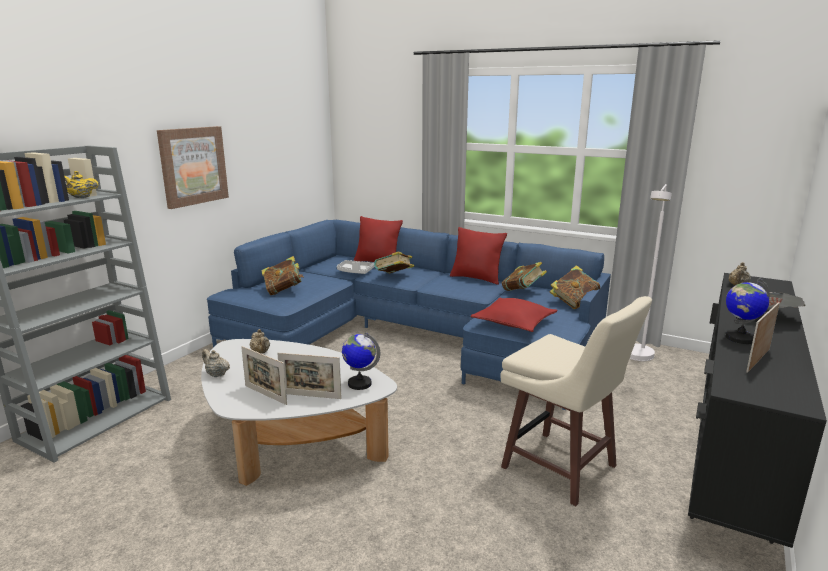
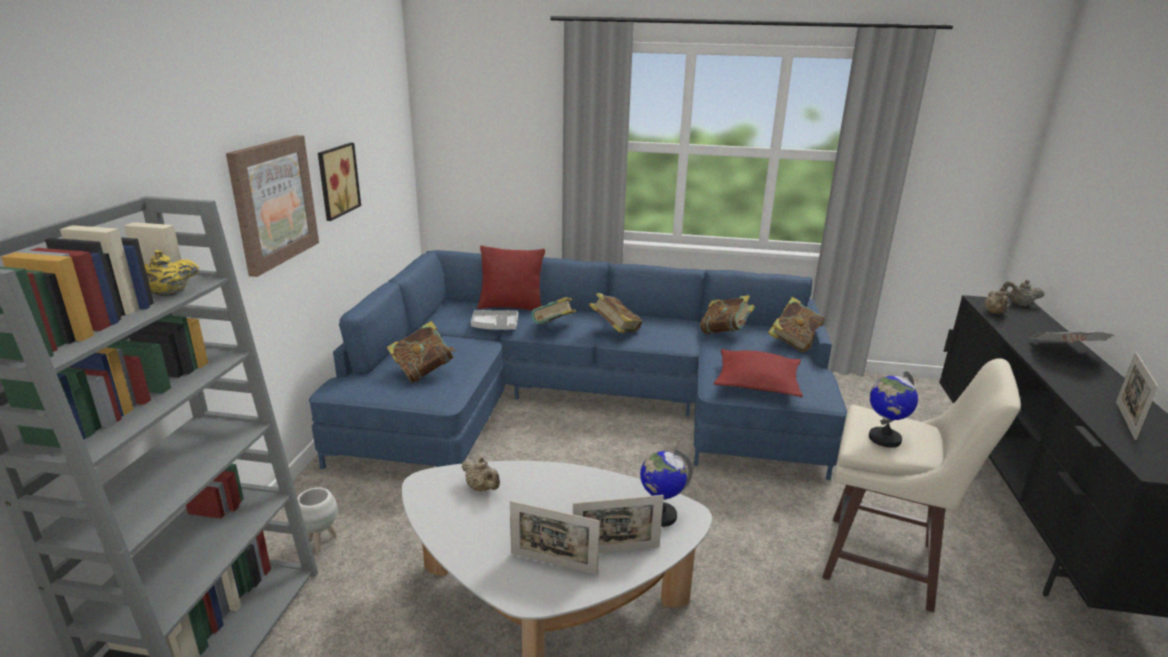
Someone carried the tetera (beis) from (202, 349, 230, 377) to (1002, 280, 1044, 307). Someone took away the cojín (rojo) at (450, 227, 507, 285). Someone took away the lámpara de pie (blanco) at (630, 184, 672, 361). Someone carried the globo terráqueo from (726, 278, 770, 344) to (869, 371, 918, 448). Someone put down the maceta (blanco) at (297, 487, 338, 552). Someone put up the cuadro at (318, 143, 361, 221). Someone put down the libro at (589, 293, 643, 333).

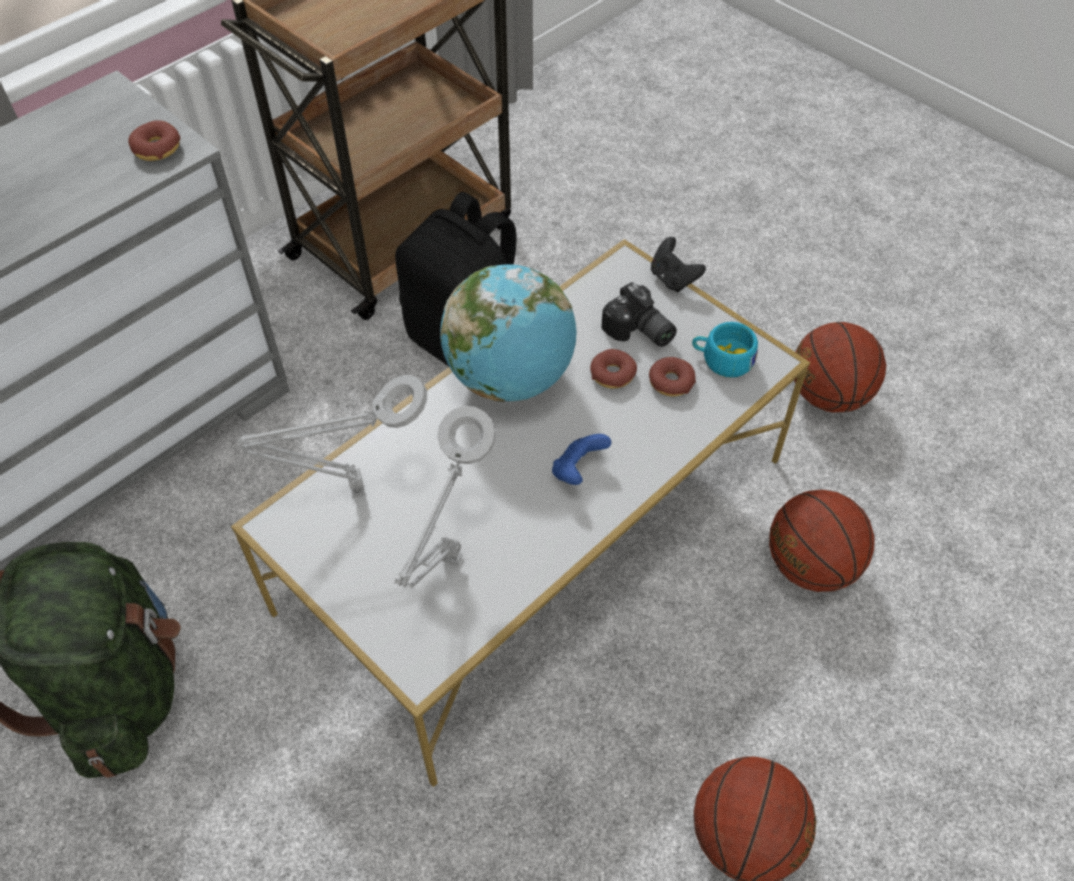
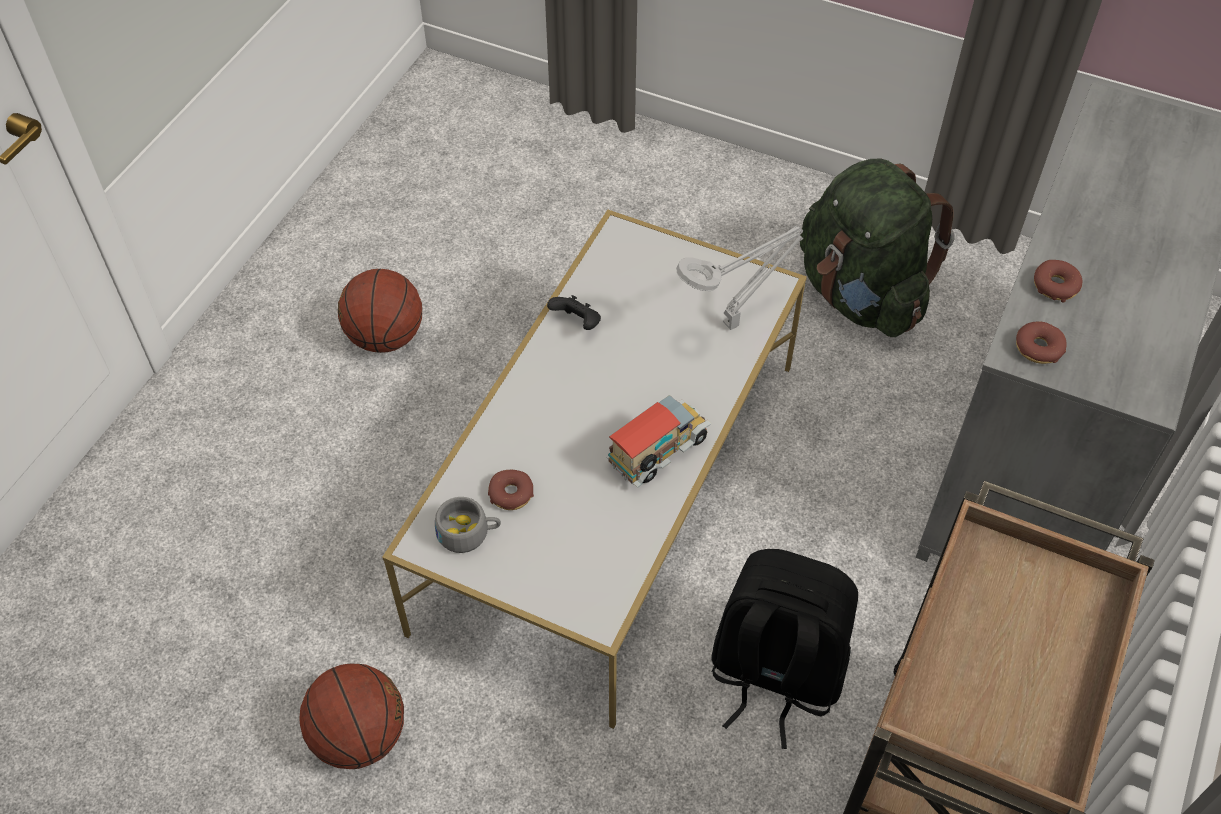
Someone took away the lámpara de mesa (gris) at (394, 406, 496, 588). Someone swapped the globo terráqueo at (440, 264, 577, 402) for the camión de juguete at (606, 395, 712, 488). Someone took away the mando de consola (azul) at (552, 434, 611, 485). Someone carried the rosquilla from (590, 349, 637, 389) to (1034, 260, 1082, 303). Someone took away the cámara at (601, 282, 677, 347). Someone carried the mando de consola (negro) from (651, 237, 706, 292) to (547, 295, 601, 330). Someone repainted the taza (turquesa) at (692, 322, 758, 377), which became the taza (gris) at (435, 497, 501, 553). Someone took away the balón de baloncesto at (769, 490, 874, 592).

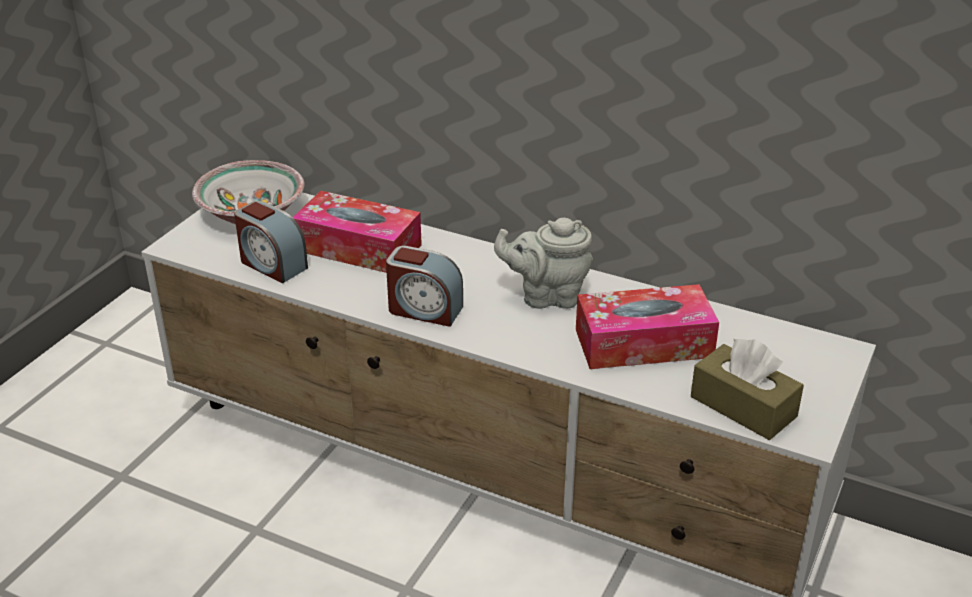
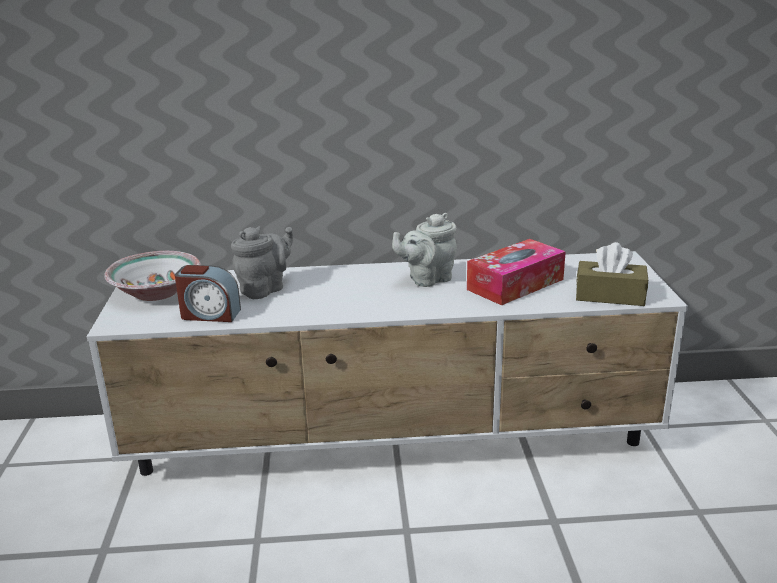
Someone swapped the caja de pañuelos at (293, 191, 422, 273) for the tetera (gris) at (231, 226, 293, 299). Someone took away the despertador at (386, 246, 463, 327).

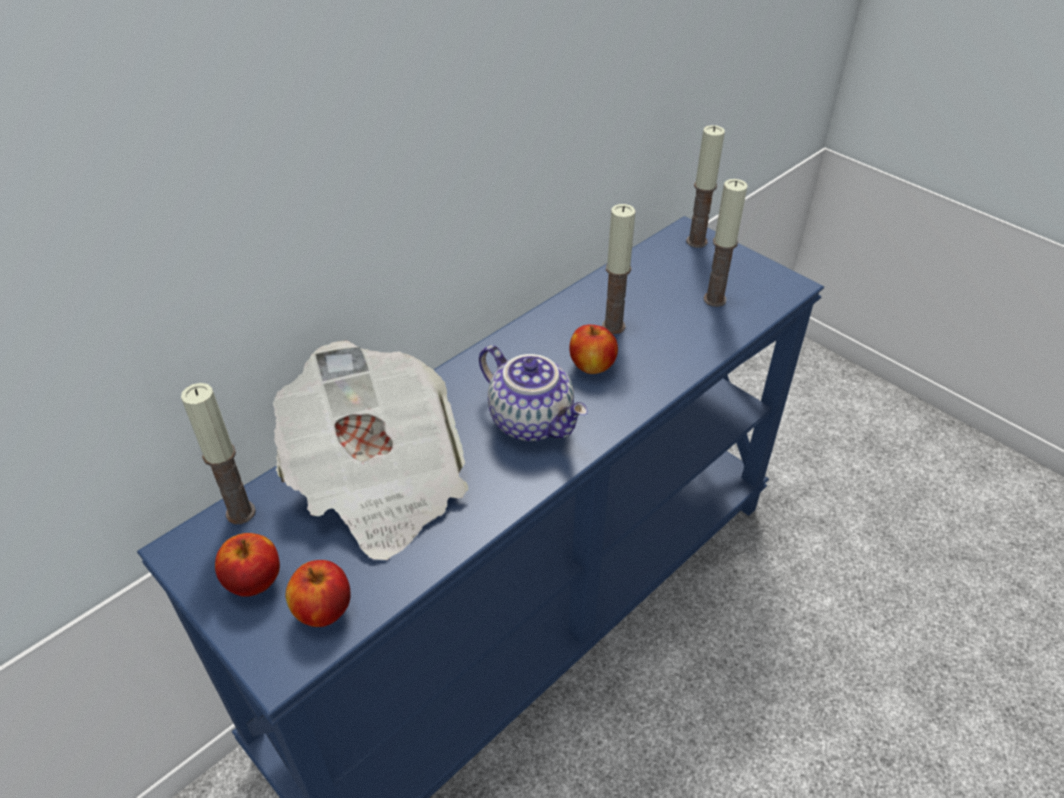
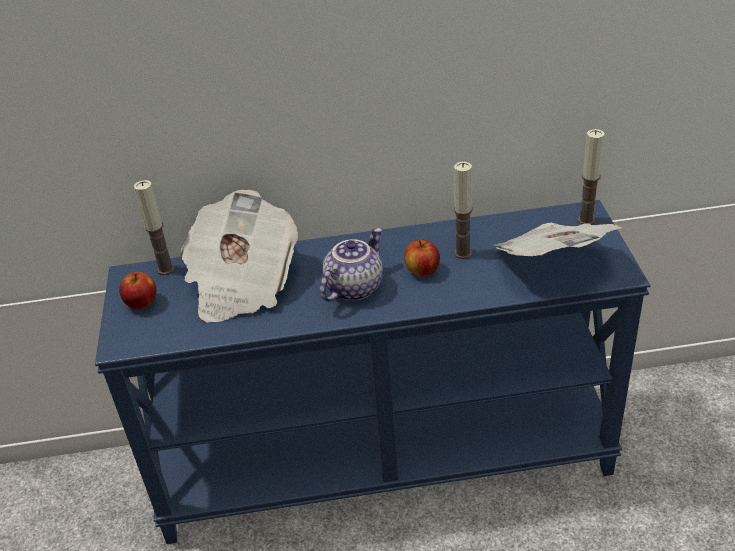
Someone took away the manzana at (286, 560, 351, 627). Someone rotated the tetera at (479, 345, 588, 441) by 135 degrees counterclockwise. Someone swapped the vela at (704, 179, 748, 307) for the periódico at (494, 223, 622, 256).

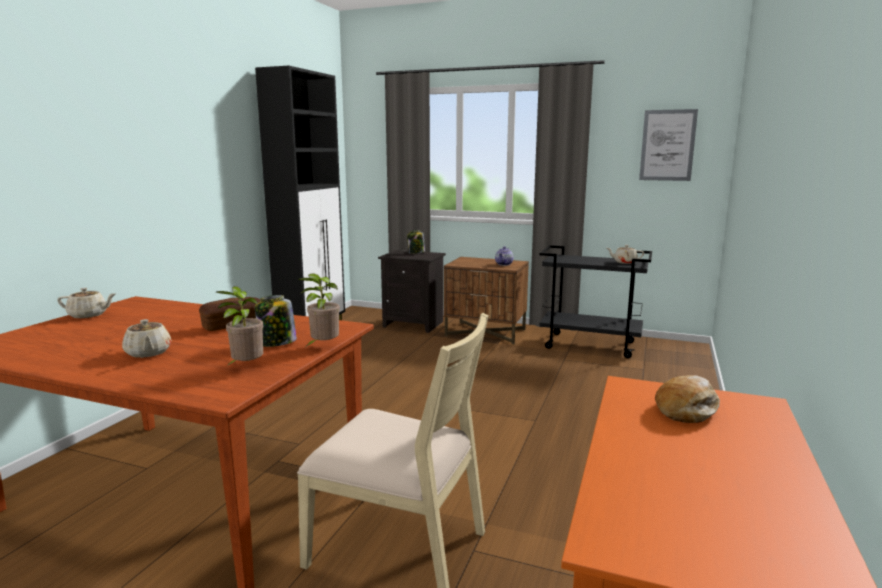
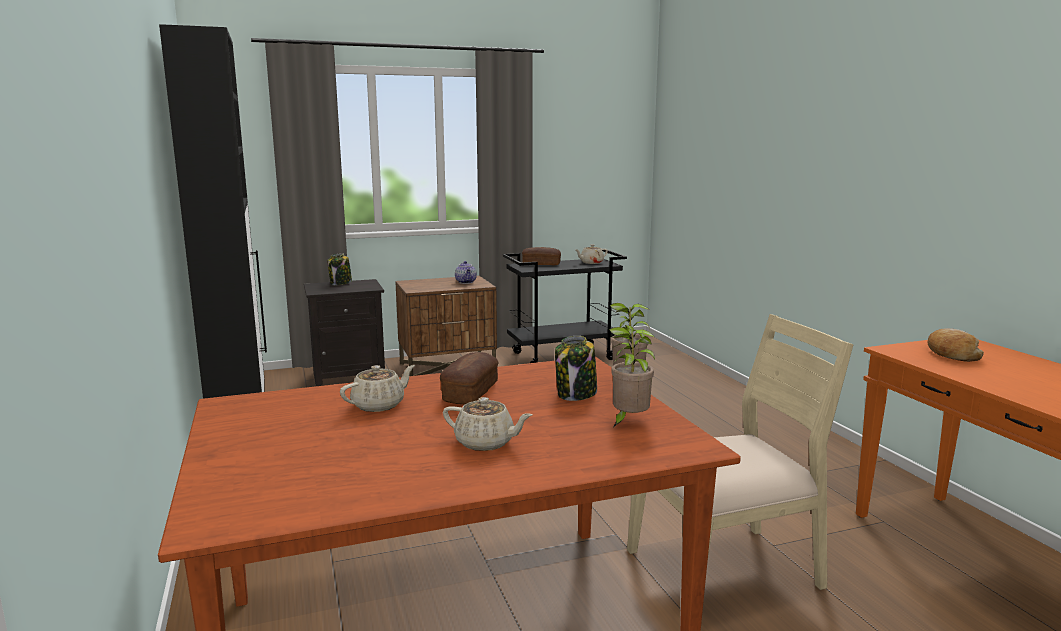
Someone carried the tetera (beis) from (57, 288, 116, 318) to (340, 365, 415, 412). Someone took away the cuadro at (639, 109, 698, 181). Someone put down the pan at (522, 247, 561, 265).

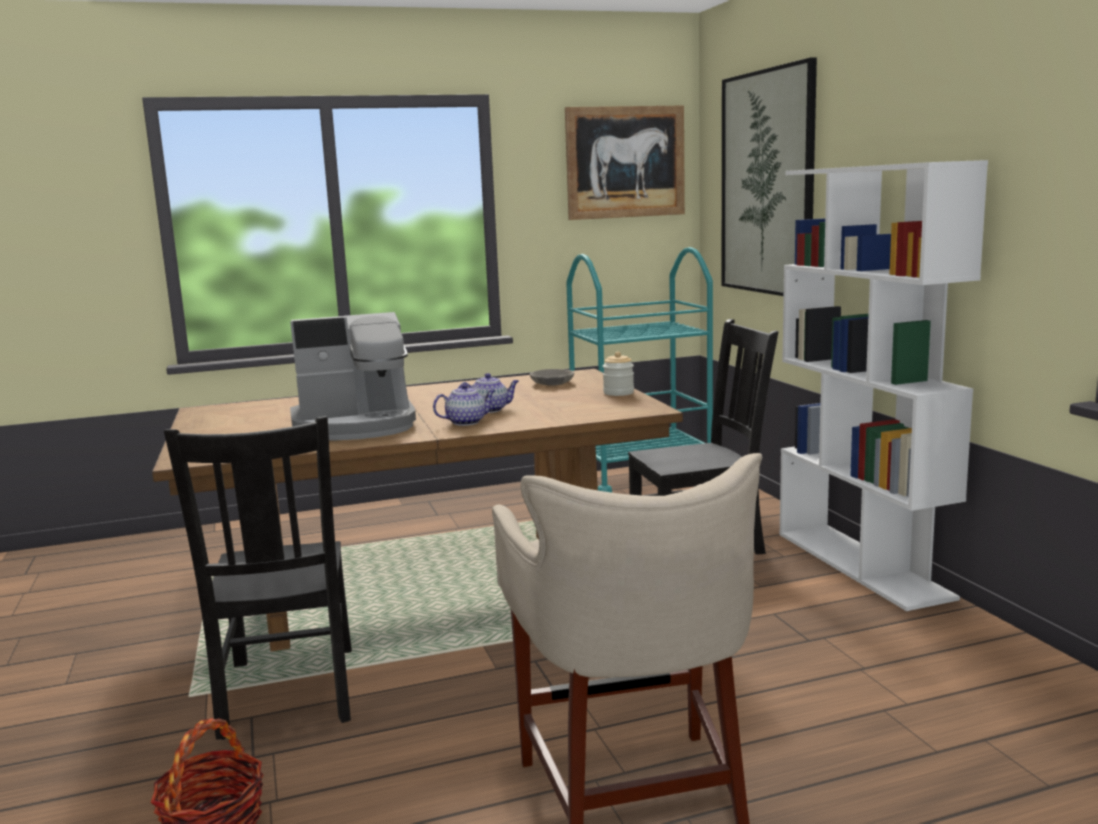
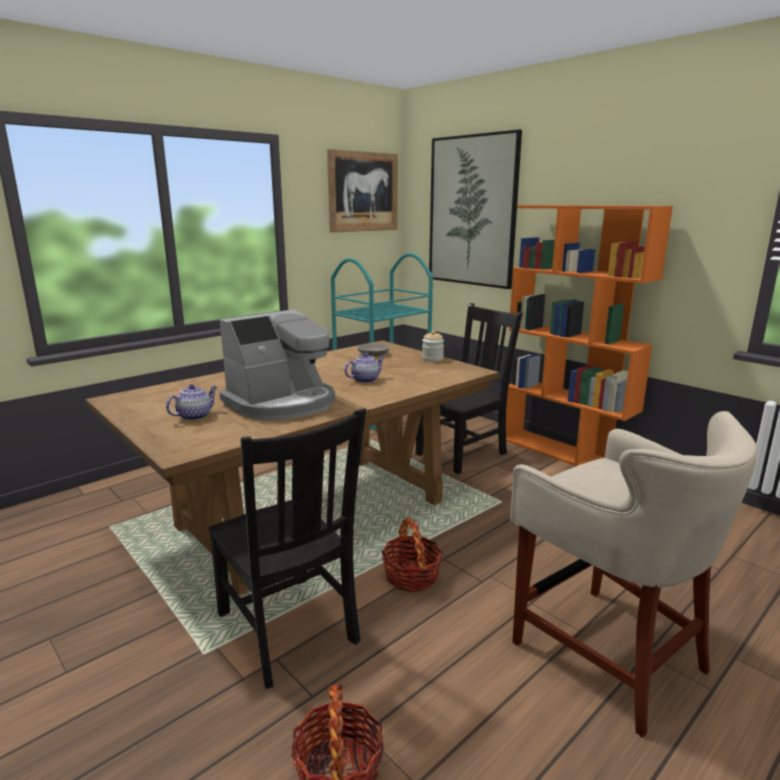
Someone carried the tetera from (433, 384, 496, 426) to (166, 384, 217, 421). Someone repainted the estantería (blanco) at (779, 160, 988, 611), which became the estantería (naranja) at (506, 205, 673, 466). Someone put down the cesta at (381, 517, 443, 592).

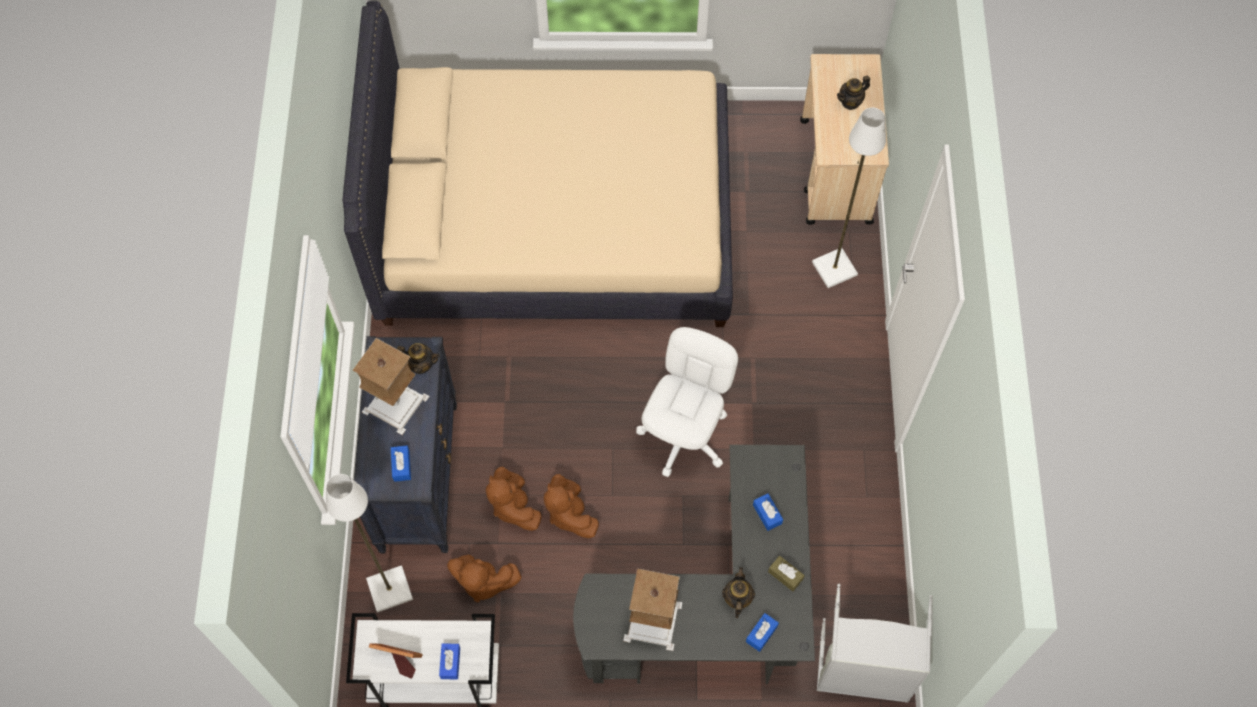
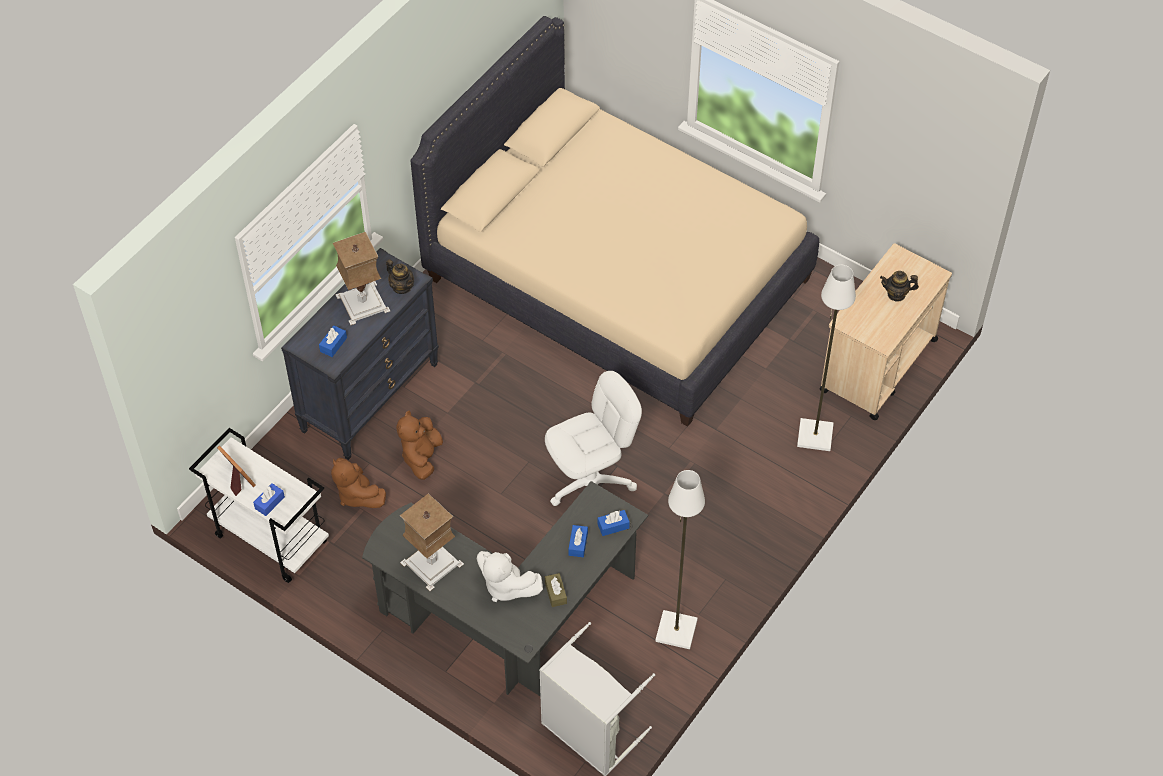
Someone carried the lámpara de pie (blanco) from (326, 474, 413, 612) to (655, 470, 705, 649). Someone took away the peluche (marrón) at (544, 474, 599, 538). Someone swapped the tetera at (722, 567, 755, 618) for the peluche (blanco) at (477, 551, 543, 602). Someone carried the caja de pañuelos (azul) from (746, 613, 779, 652) to (598, 510, 630, 536).

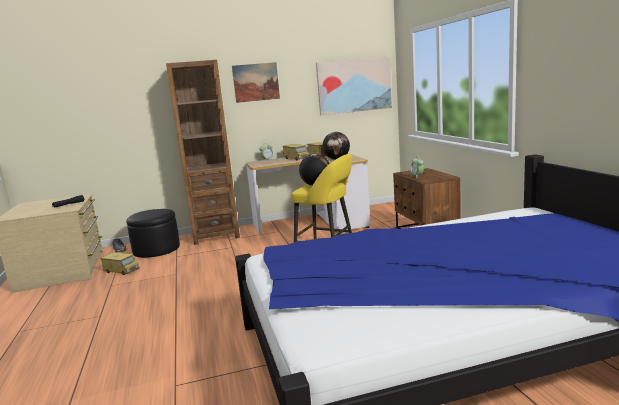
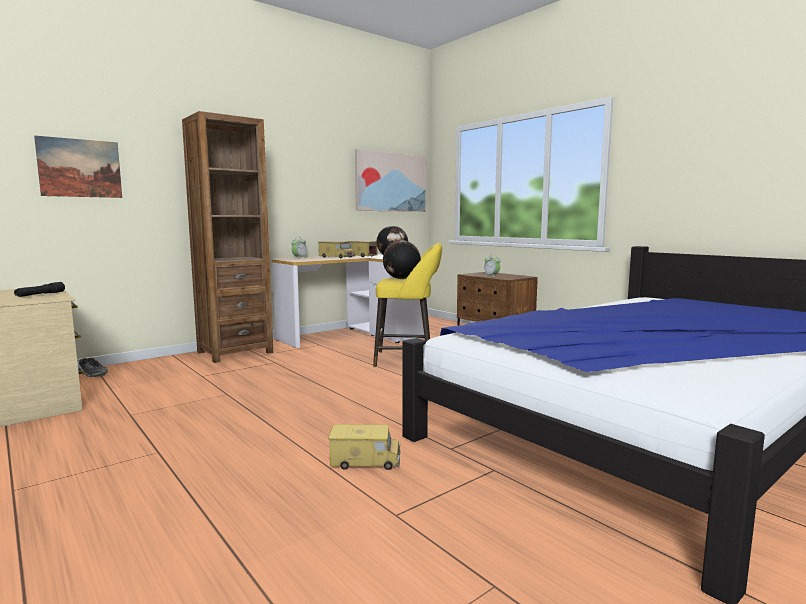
Someone carried the camión de juguete from (100, 252, 140, 275) to (328, 424, 400, 470). Someone took away the puf (negro) at (126, 209, 180, 258). Someone carried the cuadro from (232, 62, 280, 103) to (34, 135, 122, 198).

